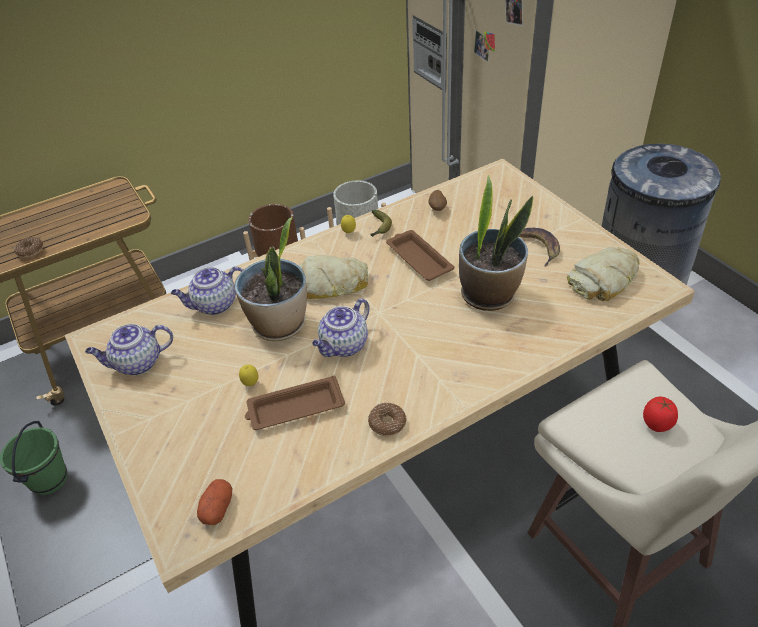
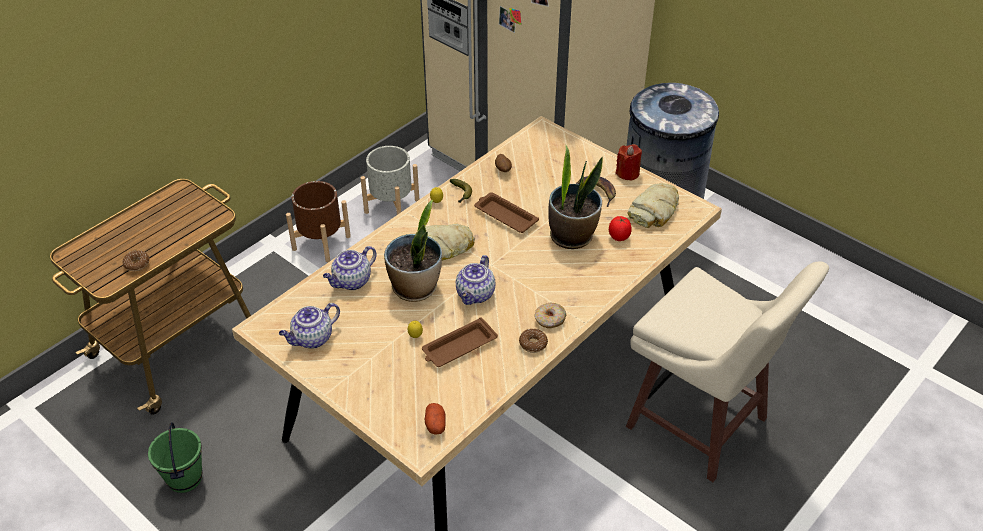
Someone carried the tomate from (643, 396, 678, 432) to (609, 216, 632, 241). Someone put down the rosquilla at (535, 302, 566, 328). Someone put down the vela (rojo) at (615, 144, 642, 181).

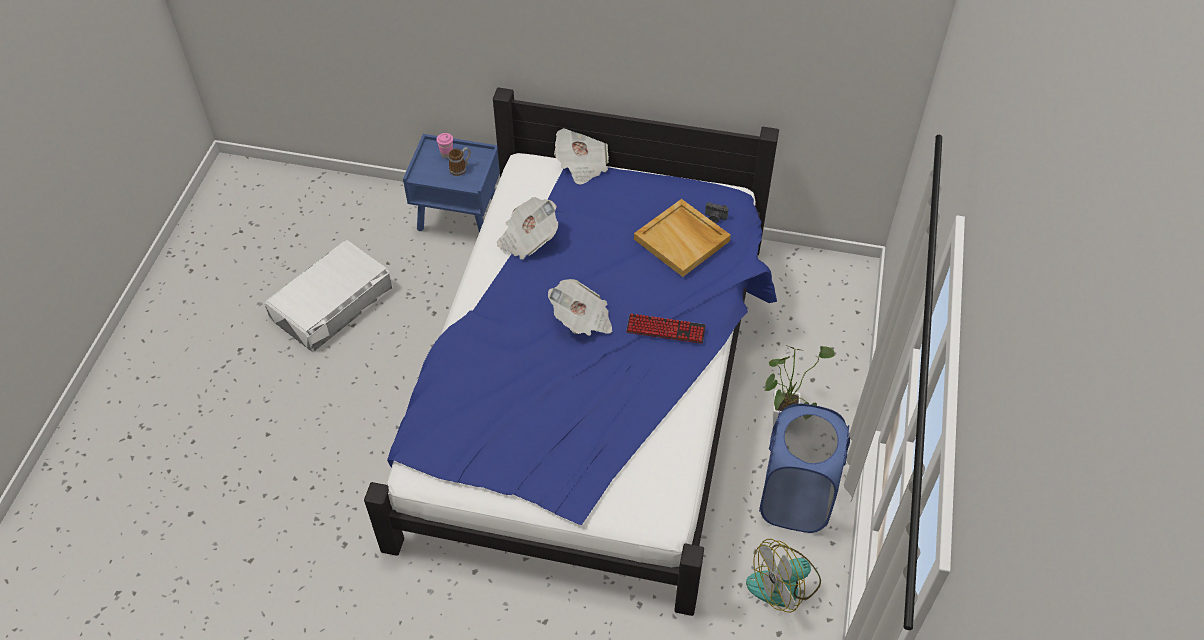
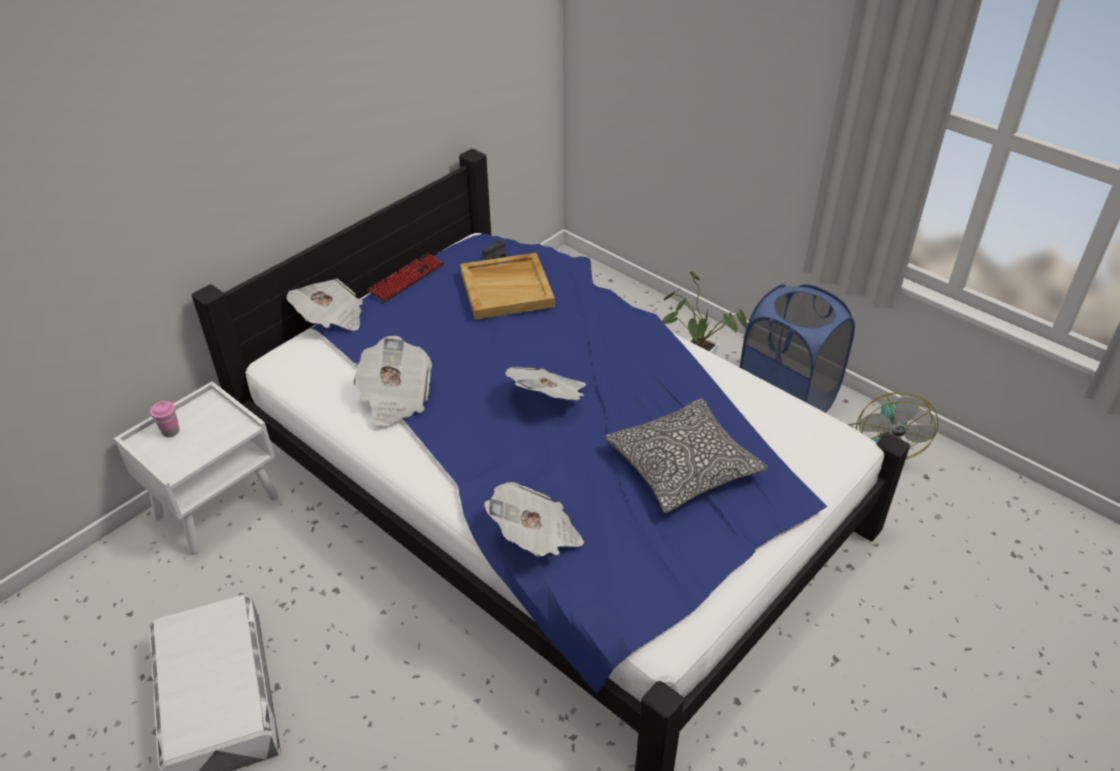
Someone repainted the mesita de noche (azul) at (403, 134, 500, 232), which became the mesita de noche (blanco) at (114, 381, 279, 555). Someone took away the taza grande at (449, 147, 471, 176). Someone carried the teclado from (626, 313, 706, 344) to (367, 253, 444, 303). Someone put down the periódico at (484, 482, 584, 557). Someone put down the cojín at (606, 398, 767, 513).

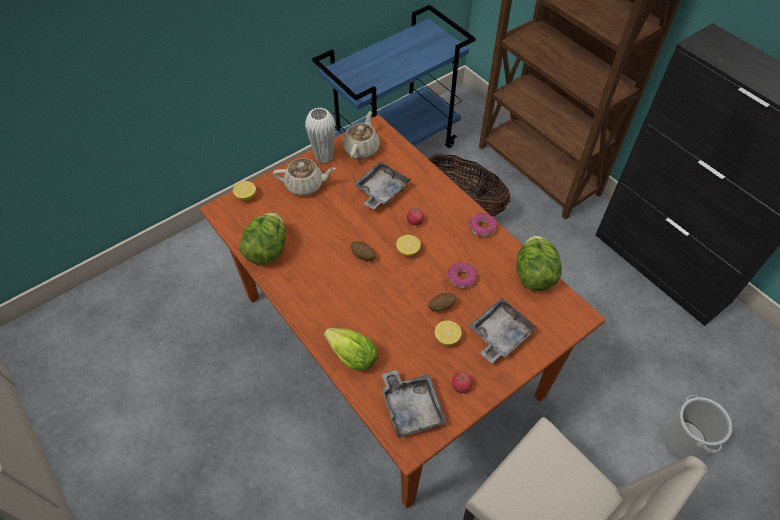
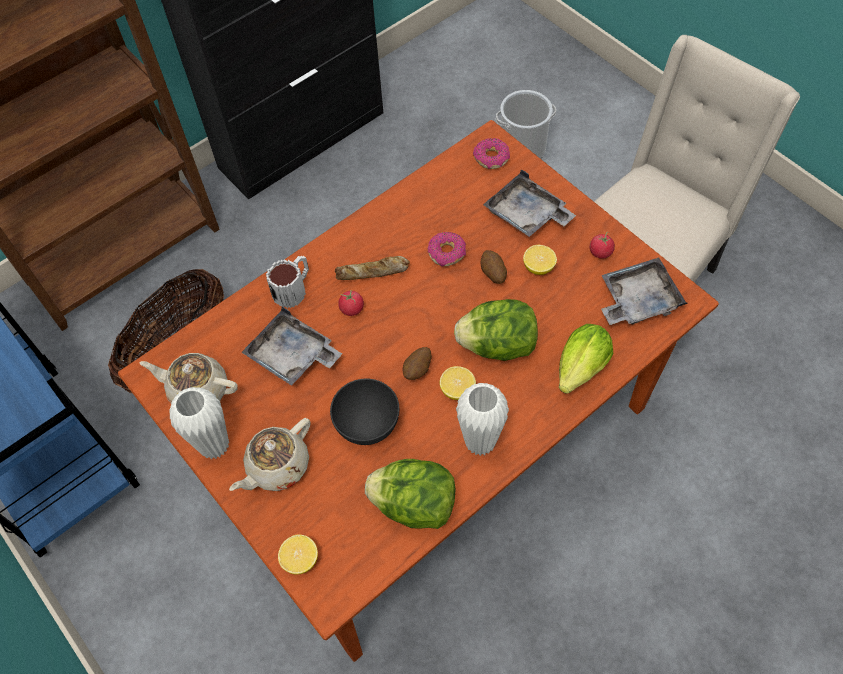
Someone rotated the tetera (beis) at (273, 158, 336, 196) by 135 degrees counterclockwise. Someone carried the limón from (396, 235, 421, 256) to (440, 366, 476, 400). Someone carried the rosquilla from (469, 213, 497, 237) to (473, 138, 510, 169). Someone carried the lechuga from (516, 235, 562, 291) to (454, 299, 538, 361). Someone put down the taza grande at (266, 256, 309, 308). Someone put down the cuenco (gris) at (330, 378, 399, 445). Someone put down the pan at (335, 256, 410, 280). Someone put down the florero (blanco) at (456, 383, 509, 456).

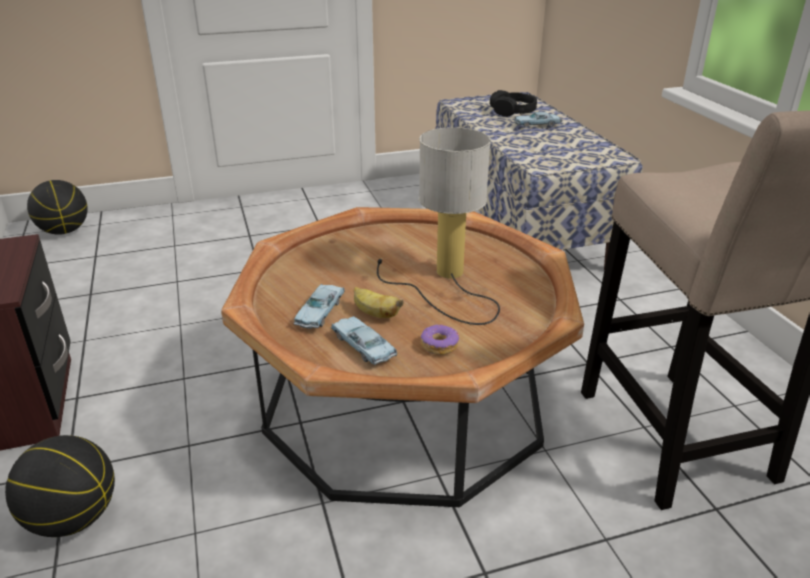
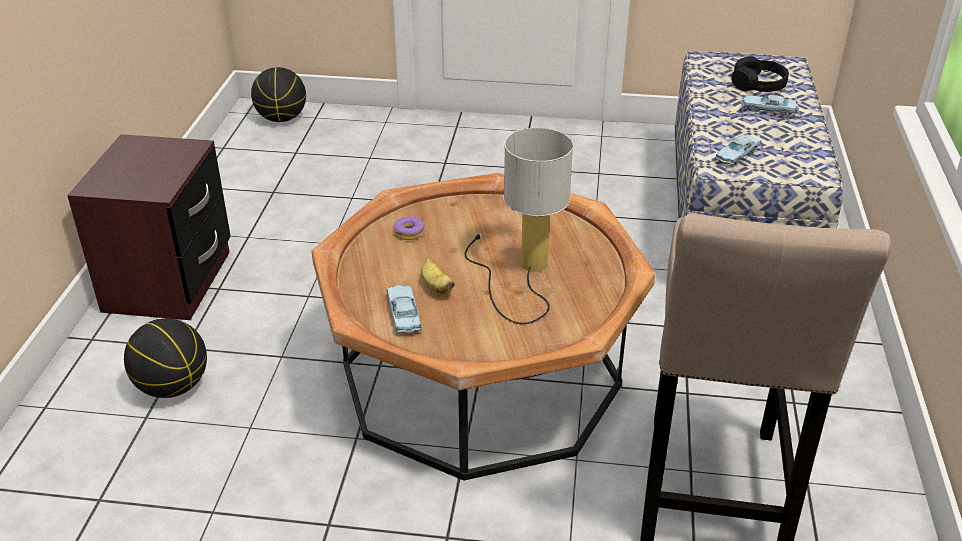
Someone carried the coche de juguete (azul) from (293, 284, 345, 329) to (715, 134, 762, 165). Someone carried the rosquilla from (421, 324, 459, 355) to (394, 216, 425, 240).

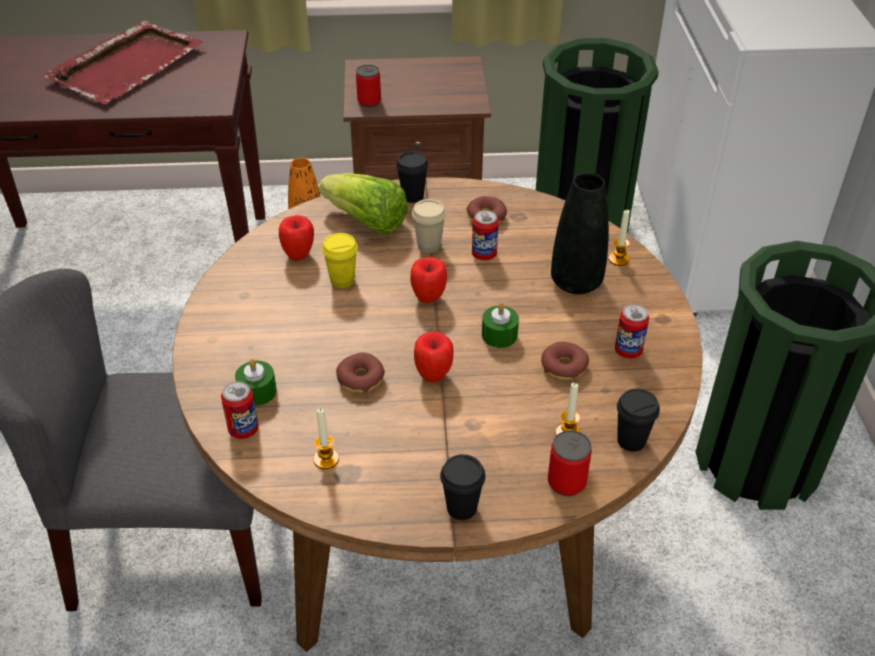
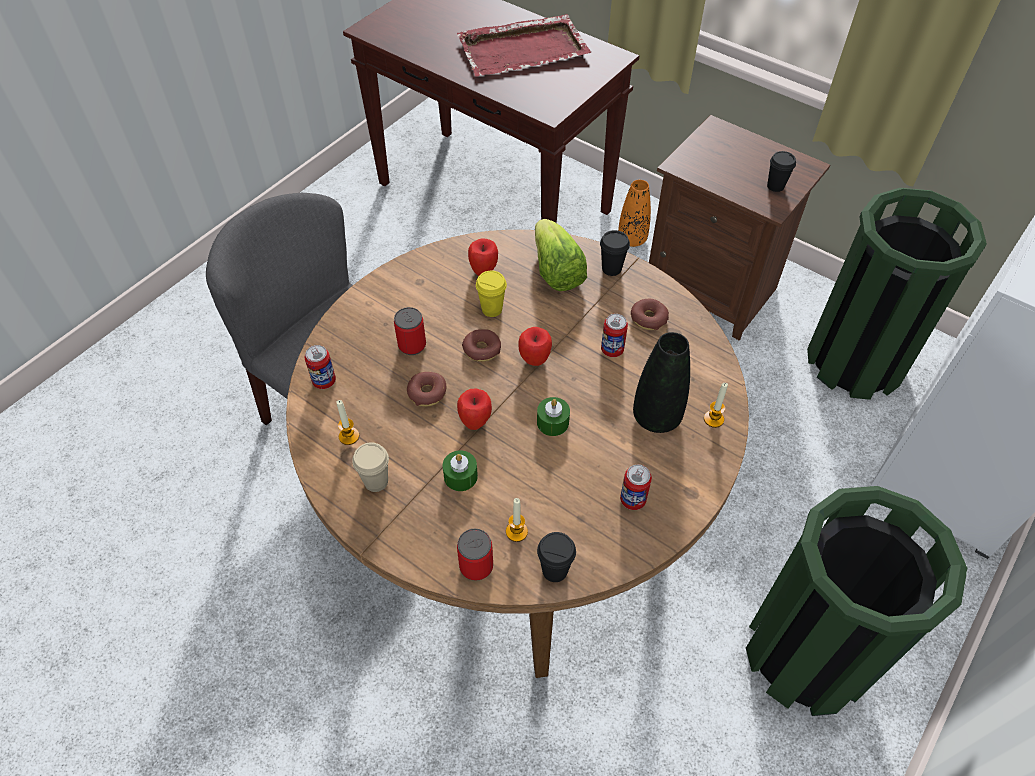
Someone carried the vela (verde) from (235, 359, 277, 406) to (443, 450, 478, 491). Someone carried the lata from (356, 65, 381, 108) to (394, 307, 426, 355). Someone carried the taza (beis) from (412, 199, 446, 253) to (352, 442, 389, 492). Someone carried the taza (negro) from (440, 454, 486, 520) to (767, 151, 796, 192). Someone carried the rosquilla from (541, 342, 589, 380) to (462, 329, 501, 362).

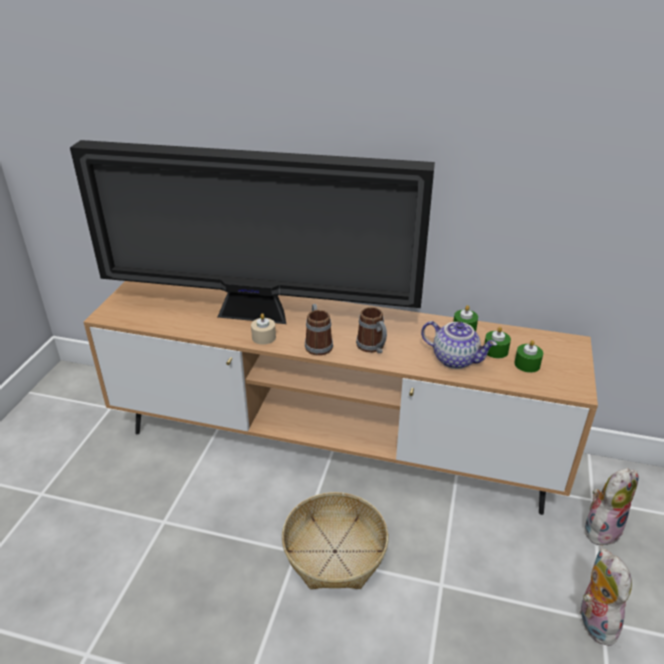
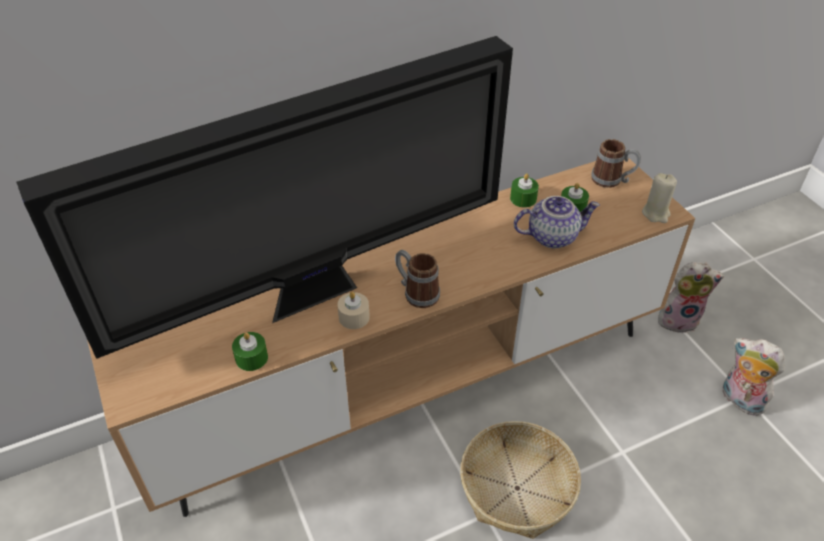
Someone carried the taza grande from (356, 307, 387, 354) to (591, 139, 641, 188). Someone carried the vela (verde) from (514, 340, 543, 373) to (232, 332, 268, 371). Someone rotated the peluche at (585, 468, 638, 545) by 75 degrees clockwise. Someone put down the vela (beis) at (642, 173, 677, 223).

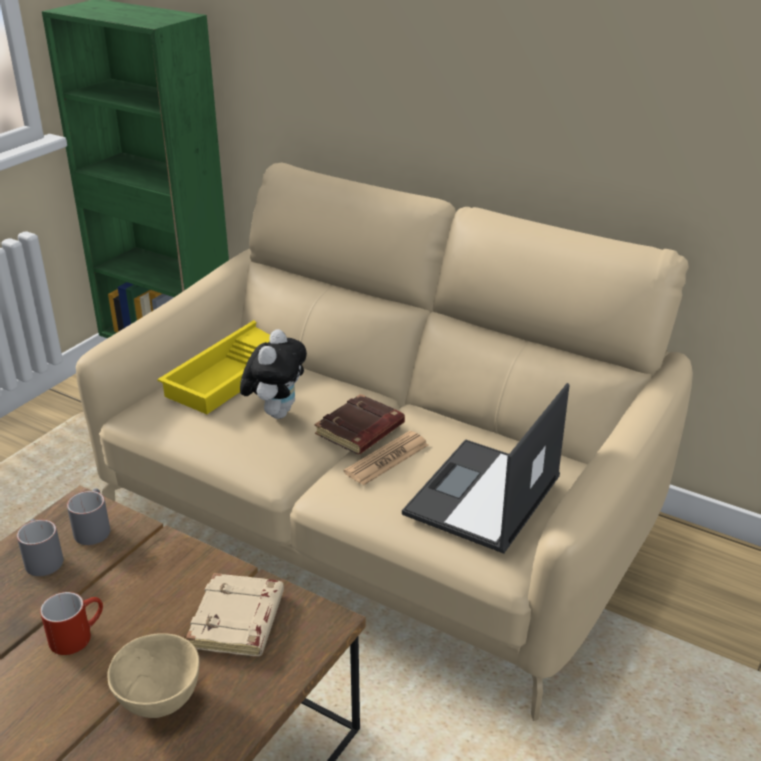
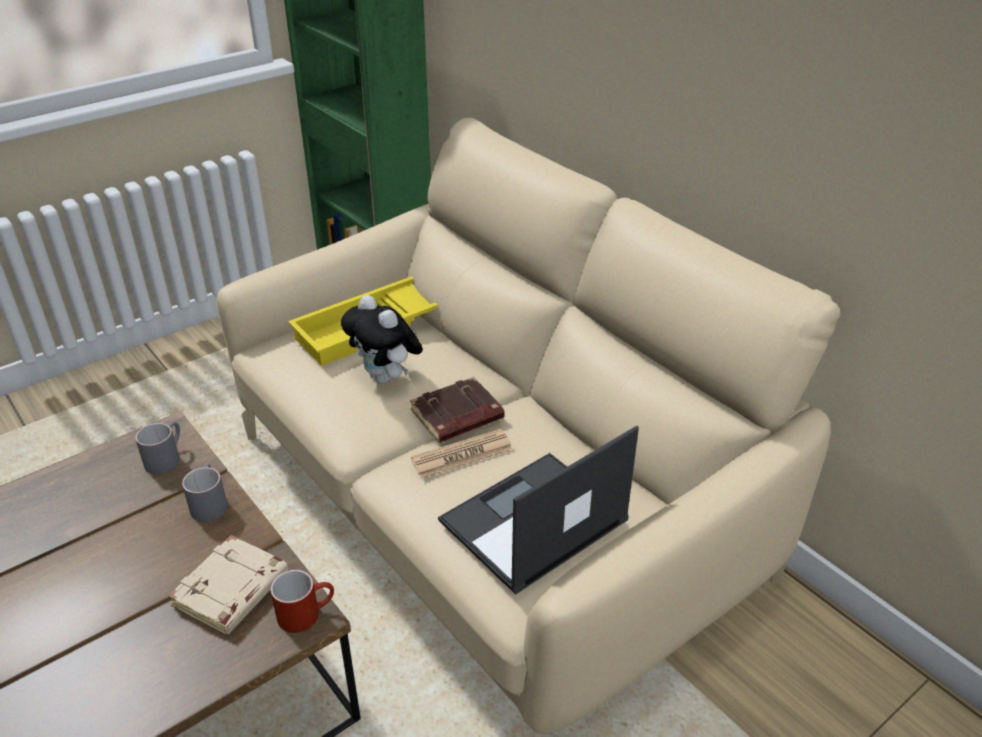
Someone carried the taza grande (gris) from (17, 519, 63, 576) to (182, 464, 228, 522). Someone carried the taza grande (rojo) from (40, 592, 103, 655) to (270, 570, 334, 633). Someone took away the cuenco (beis) at (107, 633, 199, 718). Someone rotated the peluche at (240, 329, 307, 419) by 105 degrees clockwise.

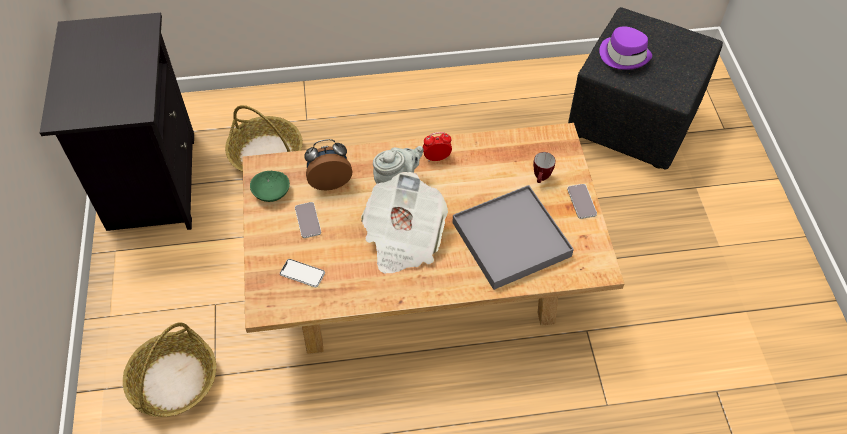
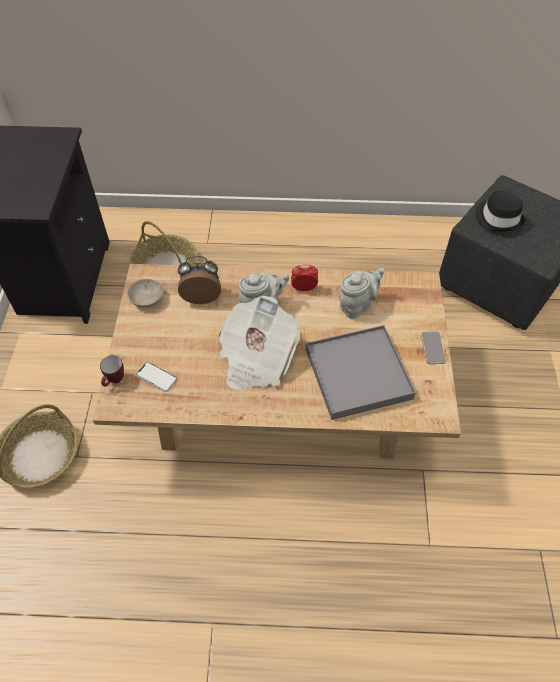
Someone repainted the cuenco (verde) at (250, 171, 290, 202), which became the cuenco (beis) at (127, 279, 164, 307). Someone took away the móvil at (295, 202, 321, 238). Someone carried the taza grande from (533, 152, 556, 183) to (100, 355, 124, 386). Someone repainted the sombrero (morado) at (599, 27, 652, 70), which became the sombrero (negro) at (475, 191, 525, 232). Someone put down the tetera (gris) at (338, 268, 384, 318).

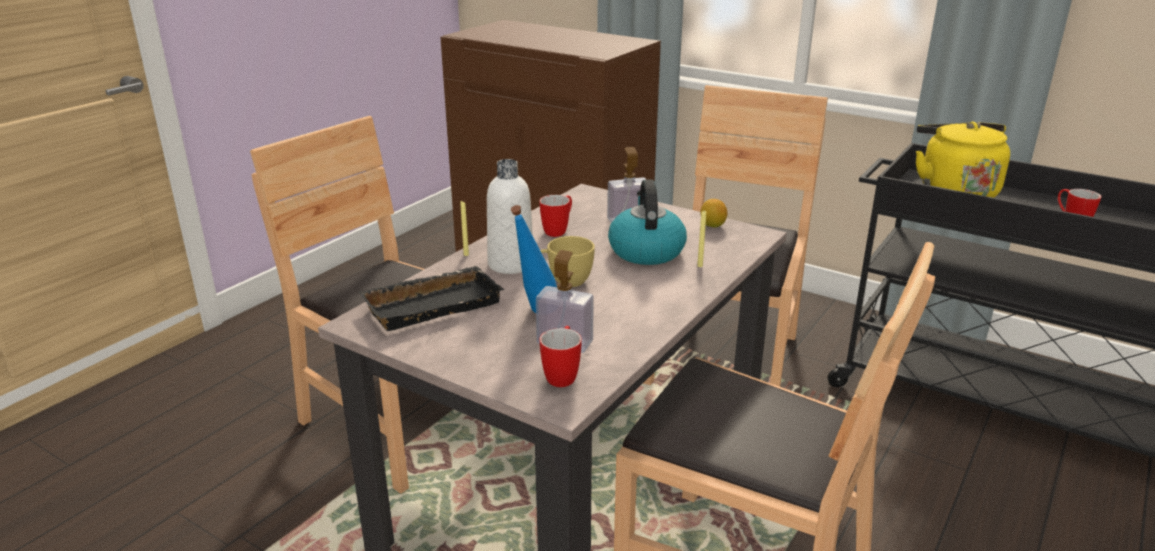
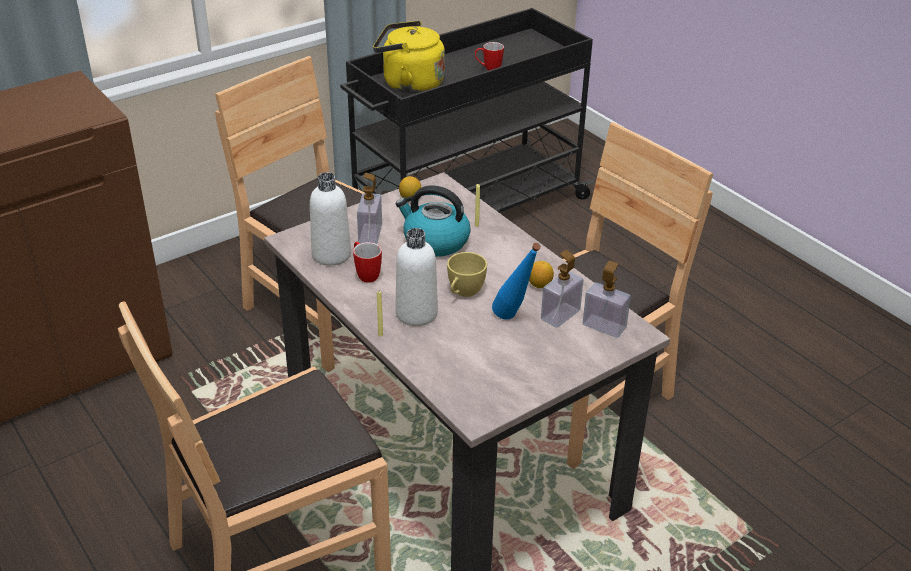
Someone took away the bandeja (negro) at (359, 266, 504, 331). Someone swapped the taza grande at (540, 326, 582, 387) for the dispensador de jabón at (583, 261, 631, 338). Someone put down the botella (blanco) at (310, 172, 351, 266). Someone put down the limón at (529, 261, 554, 288).

